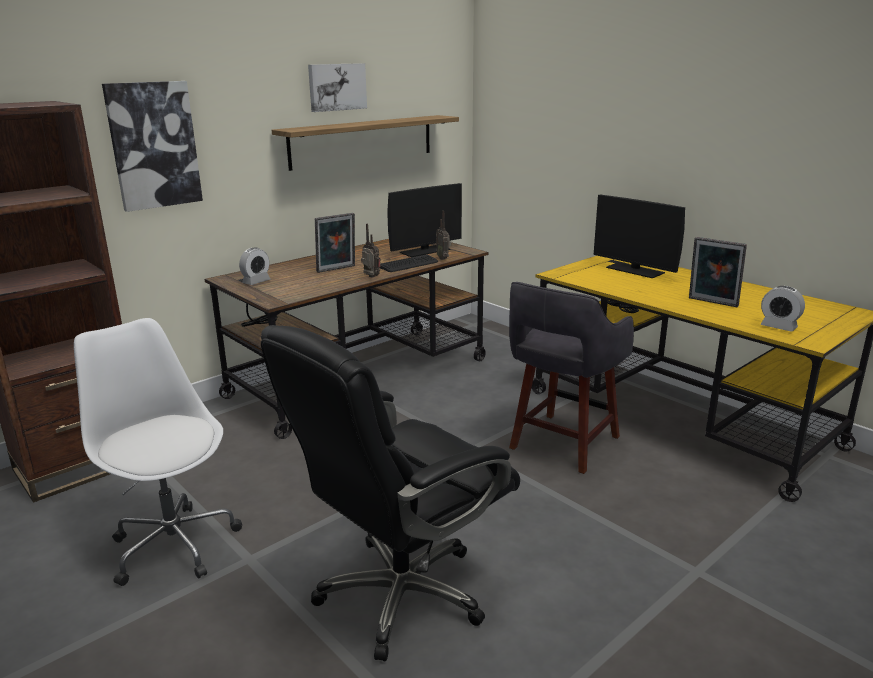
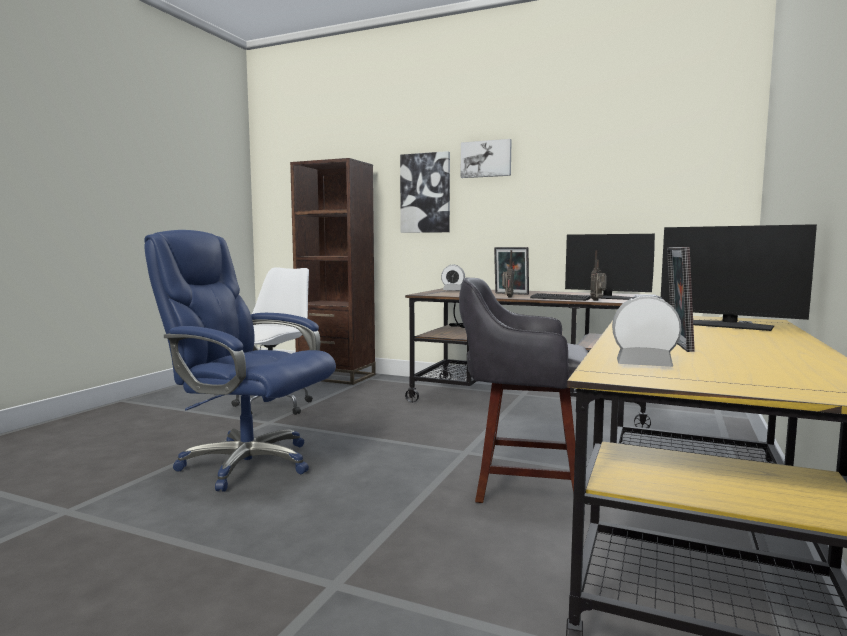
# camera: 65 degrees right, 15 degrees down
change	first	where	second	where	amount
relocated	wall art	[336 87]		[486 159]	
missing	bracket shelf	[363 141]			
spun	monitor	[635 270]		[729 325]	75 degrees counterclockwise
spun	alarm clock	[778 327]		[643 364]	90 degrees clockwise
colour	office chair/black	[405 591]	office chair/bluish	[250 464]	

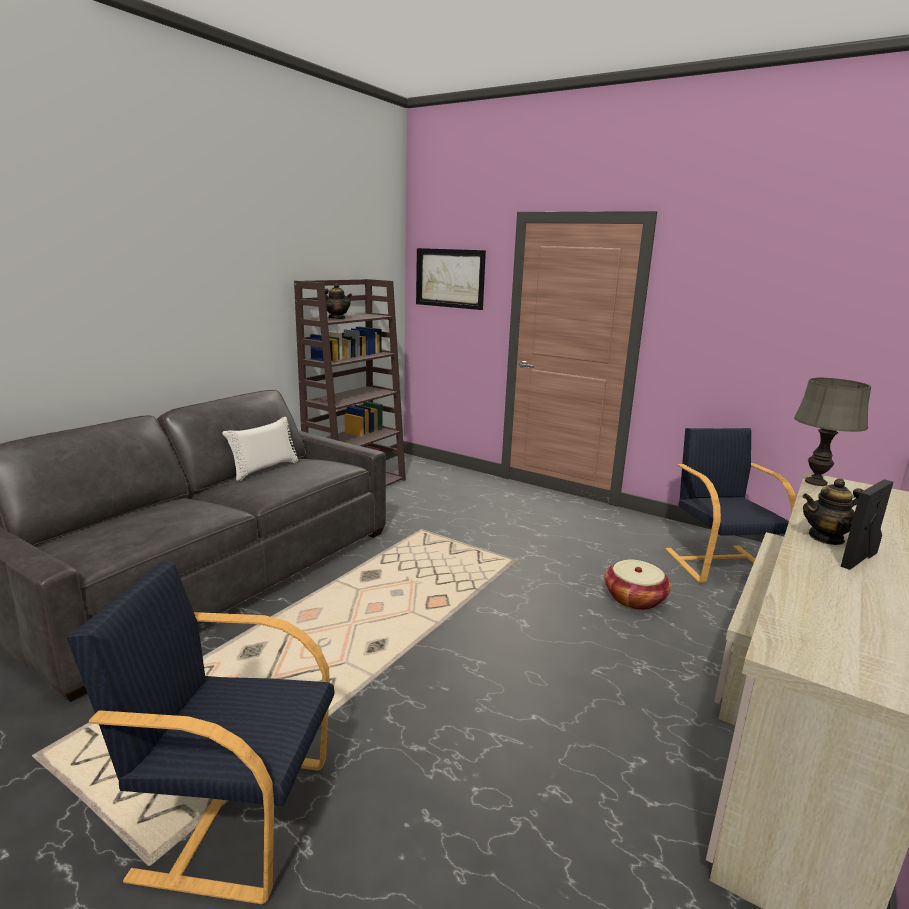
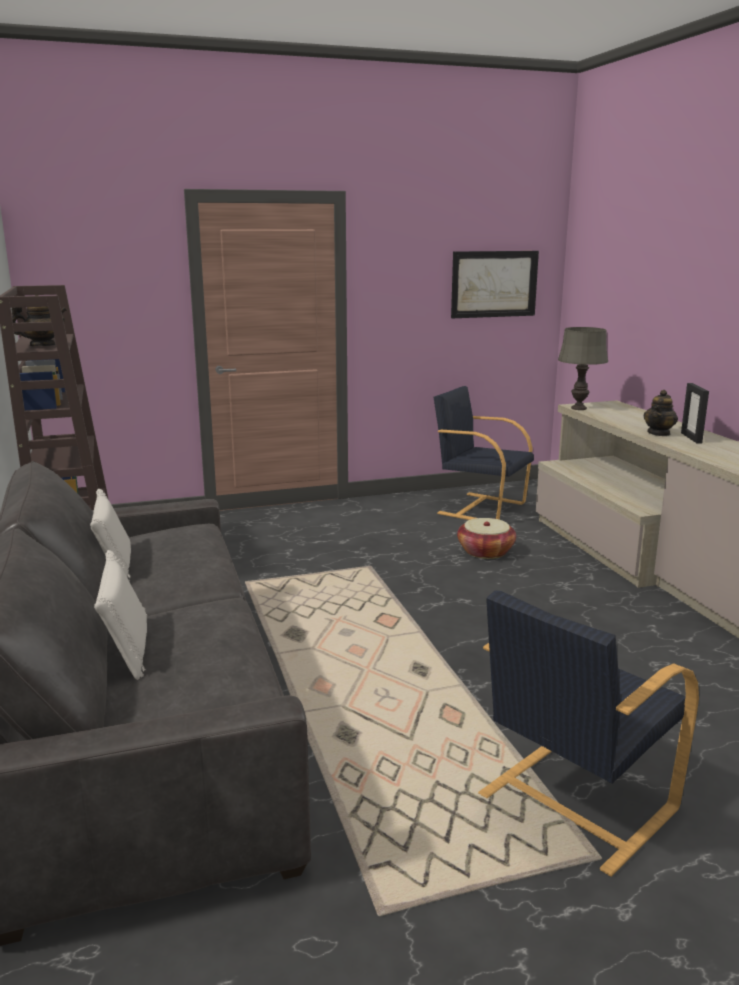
# camera: 50 degrees left, 0 degrees up
change	first	where	second	where	amount
relocated	wall art	[450 278]		[494 284]	
appeared			cushion/white-coloured	[127 648]	

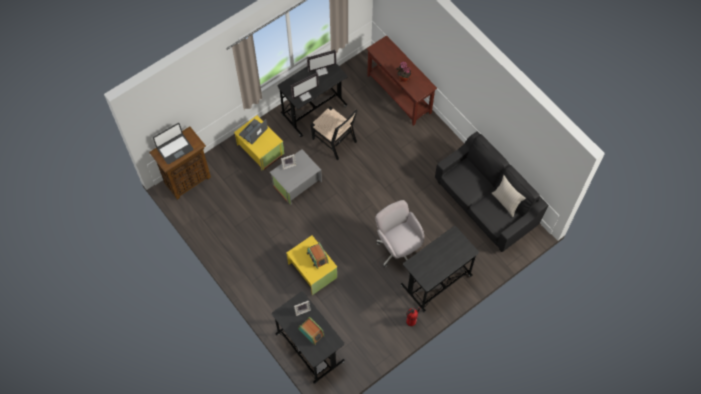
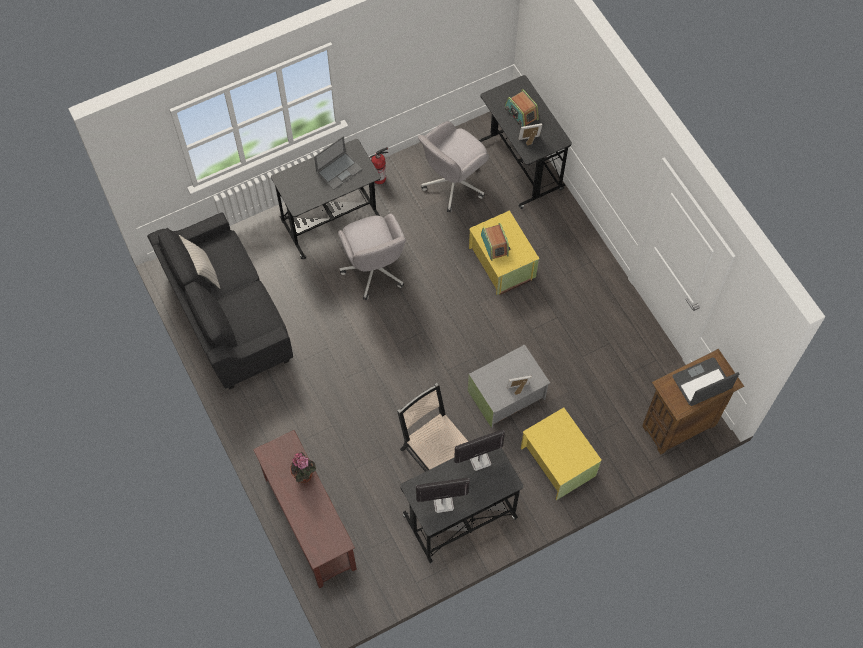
# camera: 170 degrees left, 0 degrees up
change	first	where	second	where	amount
relocated	portable computer	[253 132]		[339 170]	
appeared			office chair/grey	[453 185]	

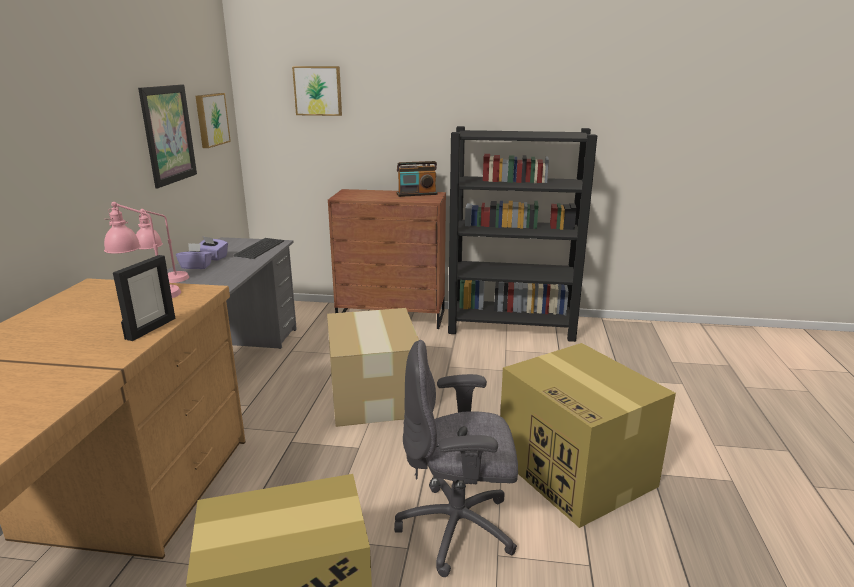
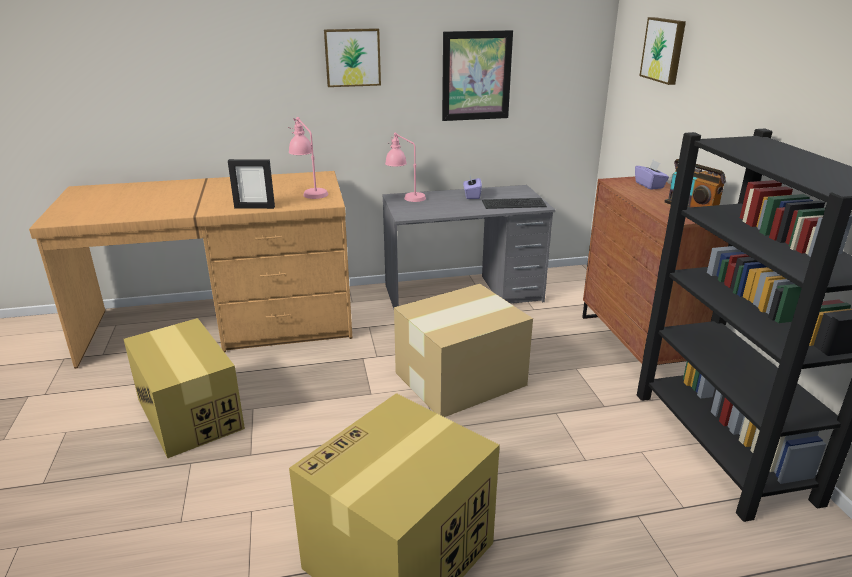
# camera: 70 degrees right, 5 degrees up
change	first	where	second	where	amount
relocated	wall art	[211 119]		[352 57]	
relocated	box of tissues/purplish	[196 266]		[649 185]	
missing	office chair/grey	[458 528]			

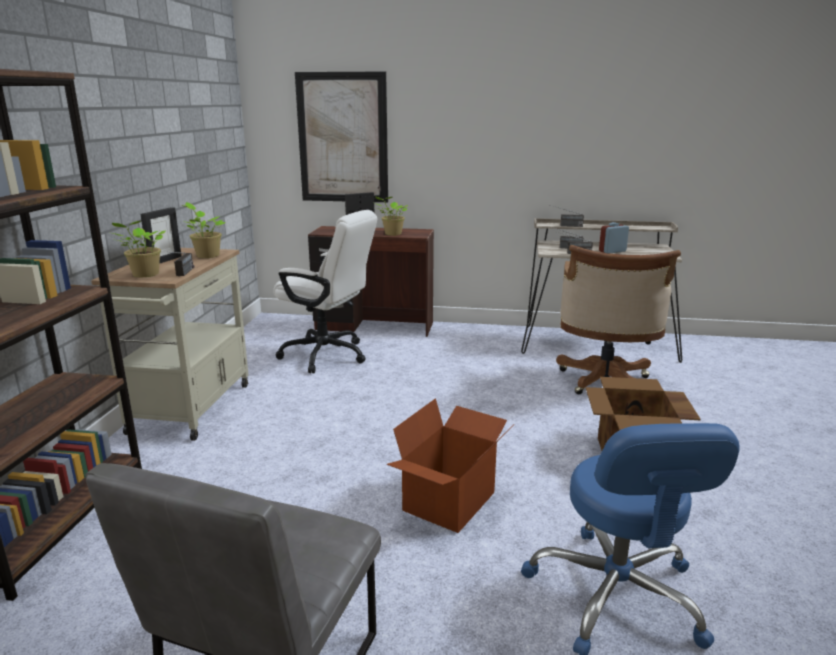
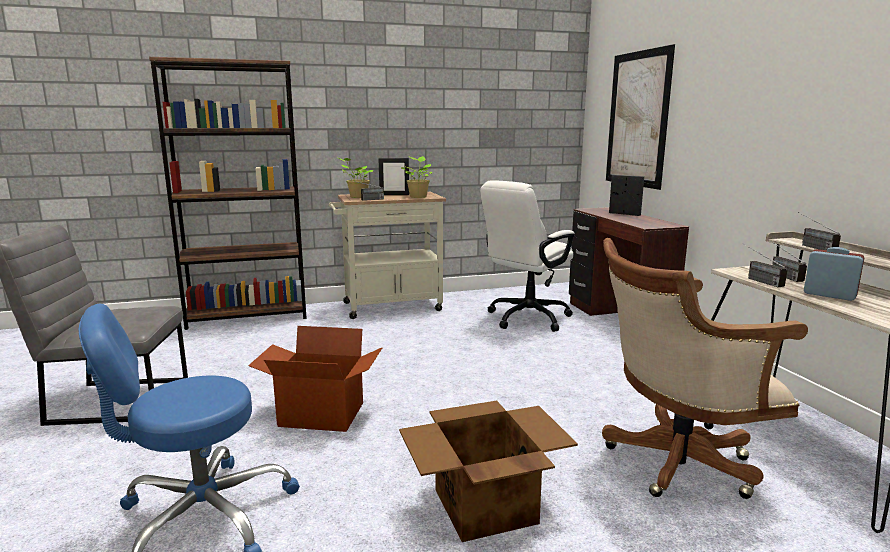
# camera: 65 degrees right, 5 degrees down
change	first	where	second	where	amount
missing	potted plant	[392 234]			
spun	office chair/white-coloured	[328 356]		[526 319]	45 degrees clockwise

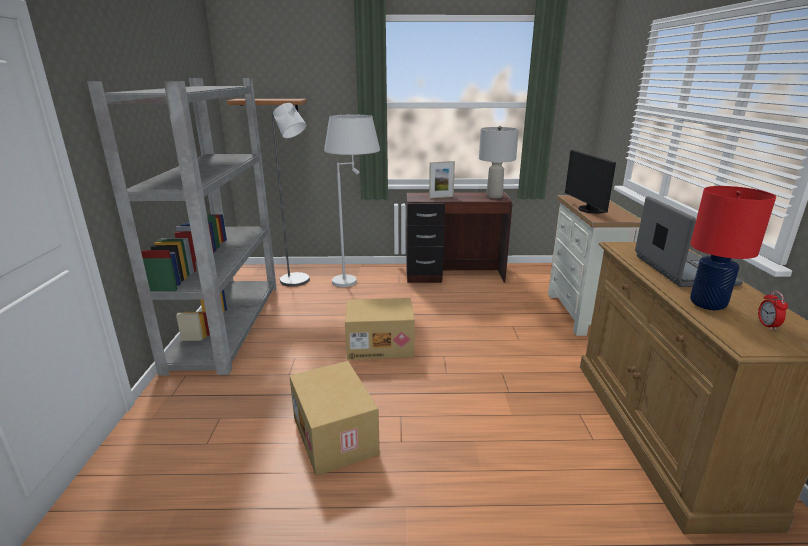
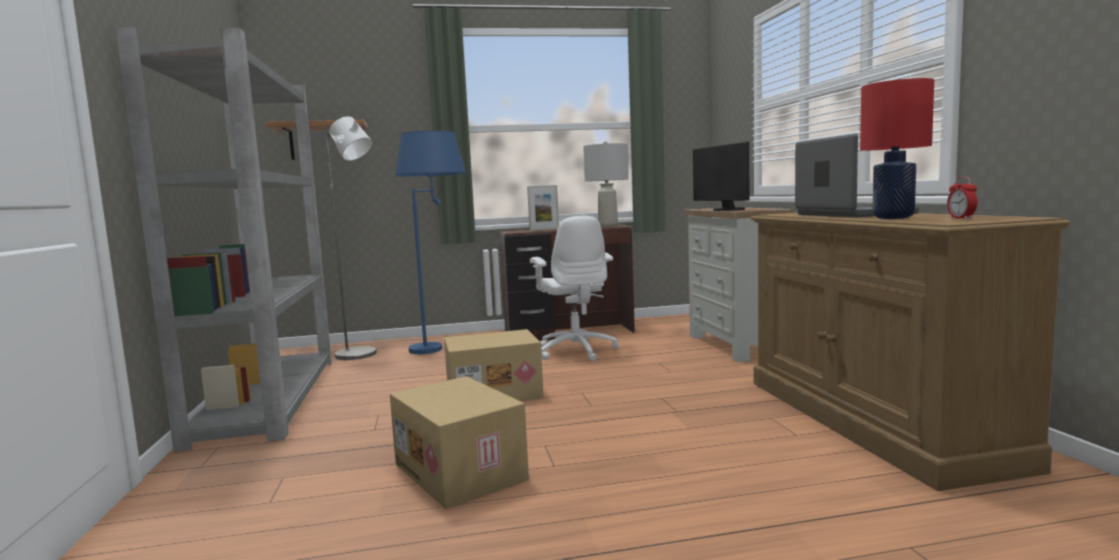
# camera: 10 degrees left, 15 degrees down
change	first	where	second	where	amount
colour	floor lamp/white-coloured	[357 280]	floor lamp/bluish	[443 347]	
appeared			office chair/white-coloured	[576 351]	

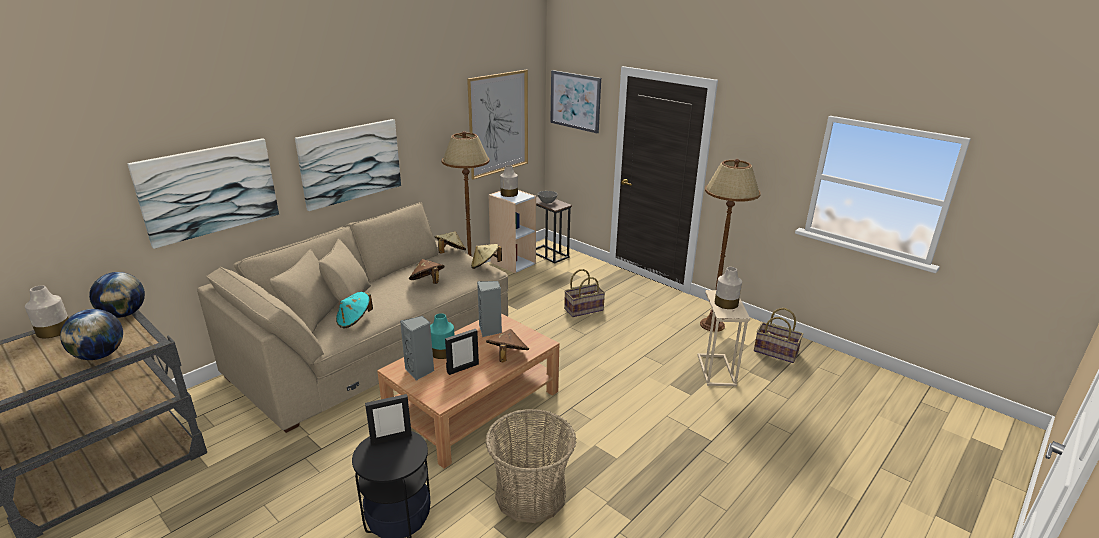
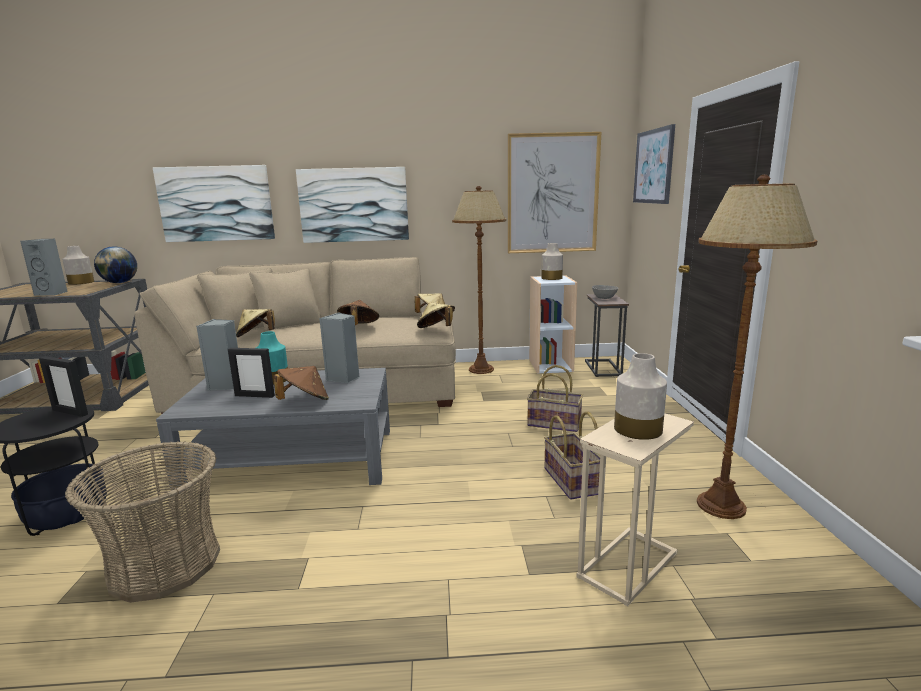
# camera: 45 degrees right, 10 degrees down
change	first	where	second	where	amount
colour	wearable hat/blue-green	[354 321]	wearable hat/beige-coloured	[256 335]	
relocated	household basket	[776 352]		[572 481]	
exchanged	globe	[100 355]	speaker/grey	[52 293]	
colour	low table/brownish	[474 405]	low table/grey	[294 459]	

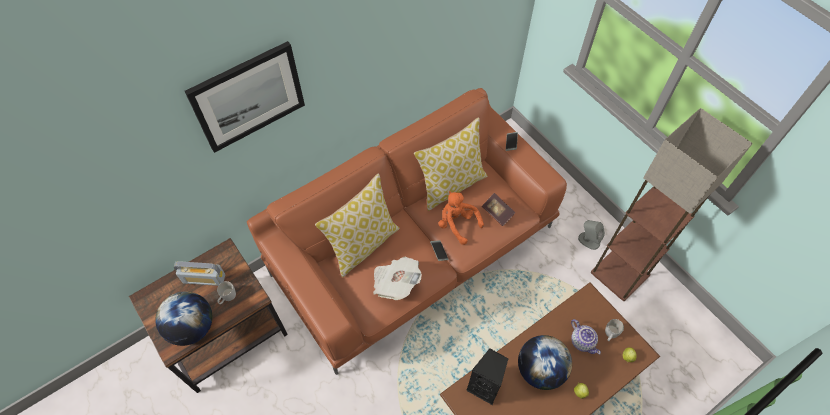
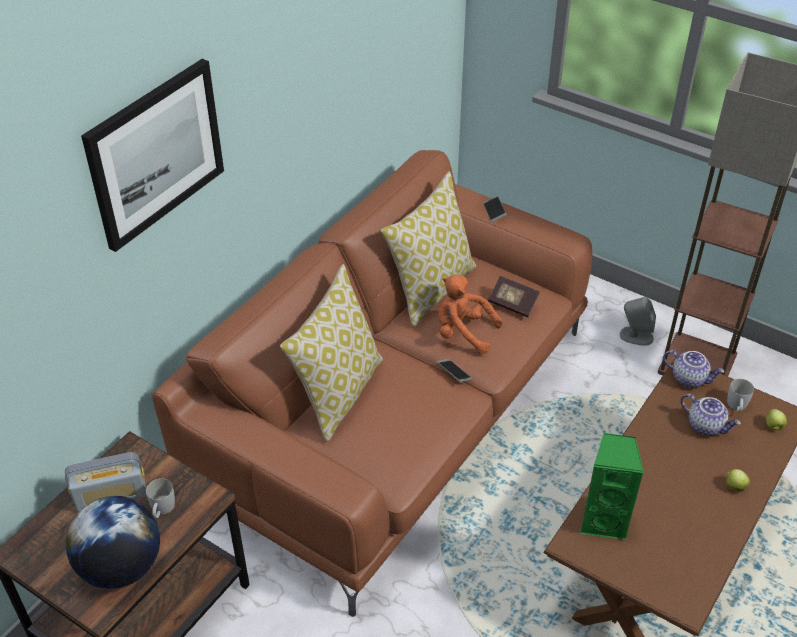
# camera: 20 degrees left, 15 degrees down
change	first	where	second	where	amount
missing	daily paper	[395 283]			
missing	globe	[540 370]			
colour	speaker/black	[485 386]	speaker/green	[604 520]	
appeared			teapot	[689 378]	

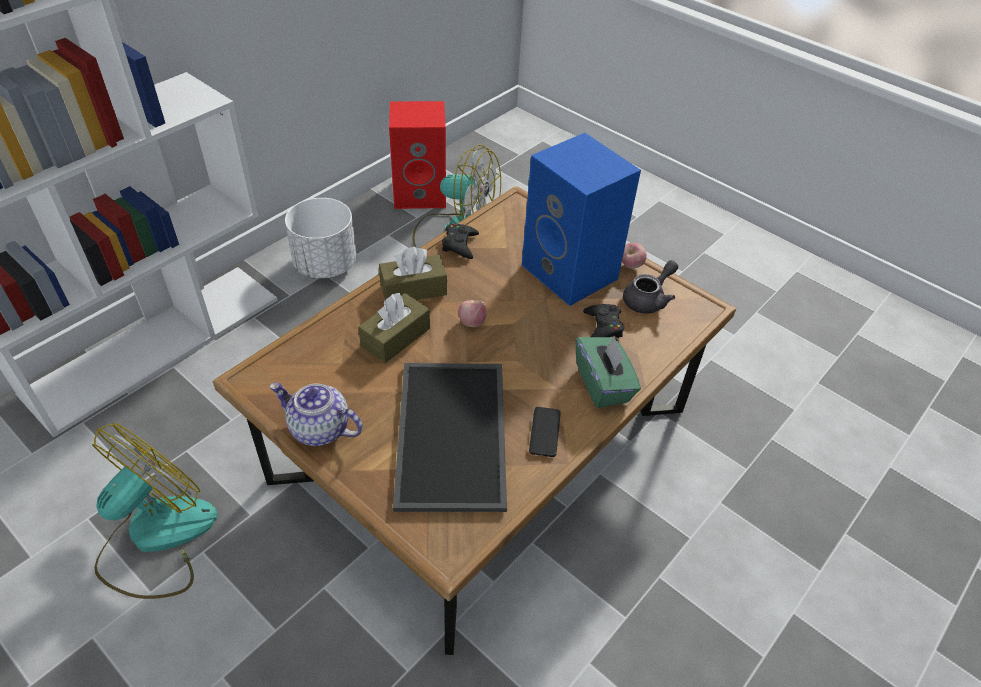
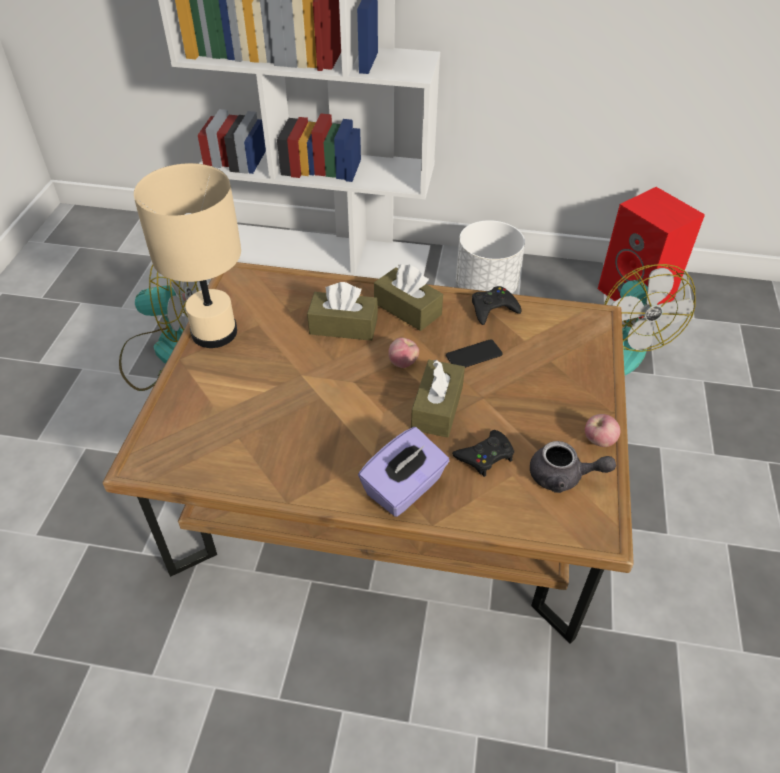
# camera: 60 degrees right, 0 degrees up
change	first	where	second	where	amount
missing	speaker/bluish	[572 272]			
colour	box of tissues/green	[603 384]	box of tissues/purplish	[404 488]	
missing	carrying tray	[454 435]			
exchanged	teapot	[319 429]	lamp for a table/beige-coloured	[213 333]	
relocated	telephone	[544 432]		[474 355]	
appeared			box of tissues/brownish	[437 408]	

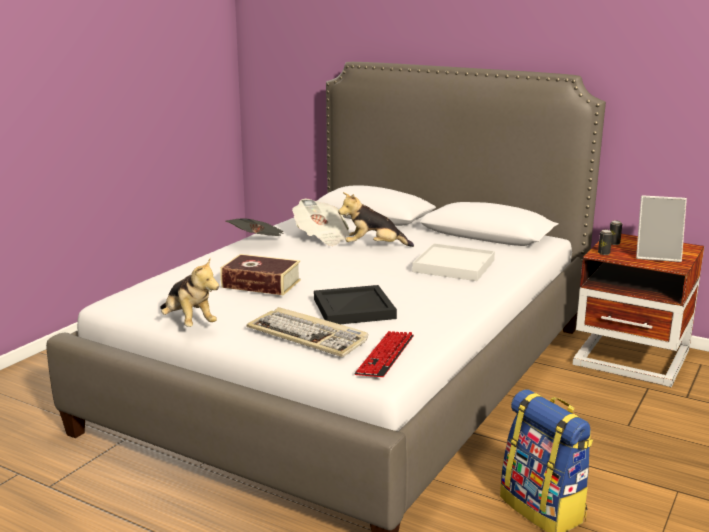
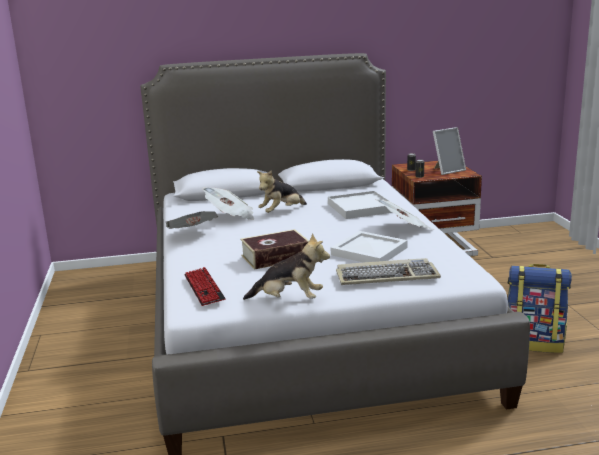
# camera: 40 degrees left, 0 degrees up
change	first	where	second	where	amount
colour	carrying tray/black	[355 309]	carrying tray/white-coloured	[370 251]	
relocated	keyboard	[385 356]		[204 288]	
appeared			daily paper	[404 229]	

